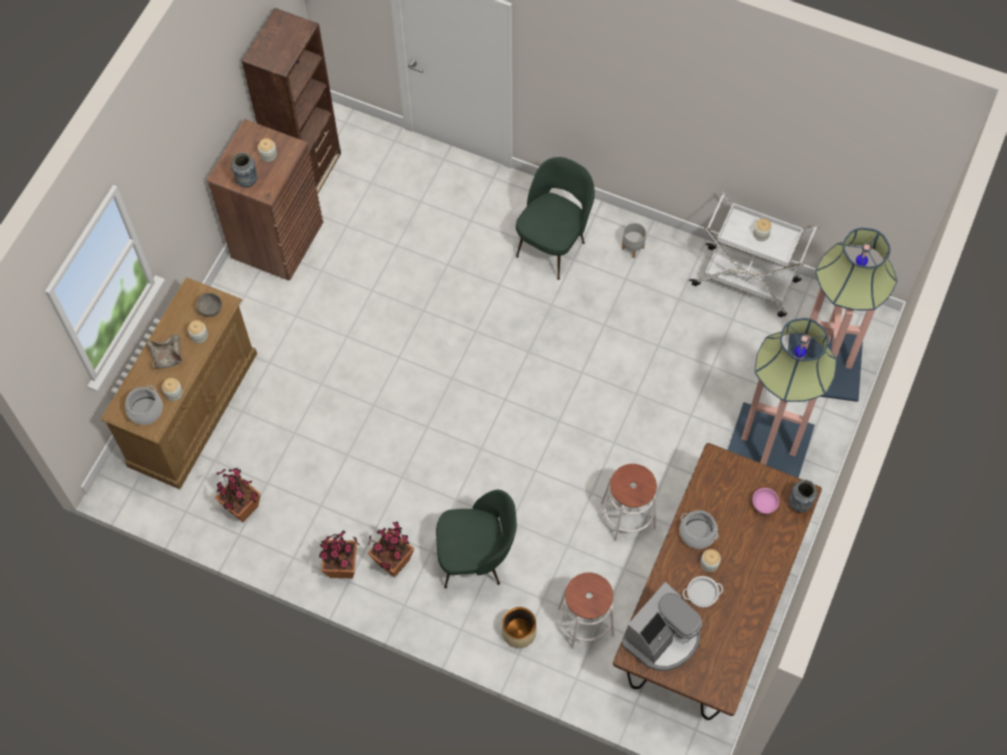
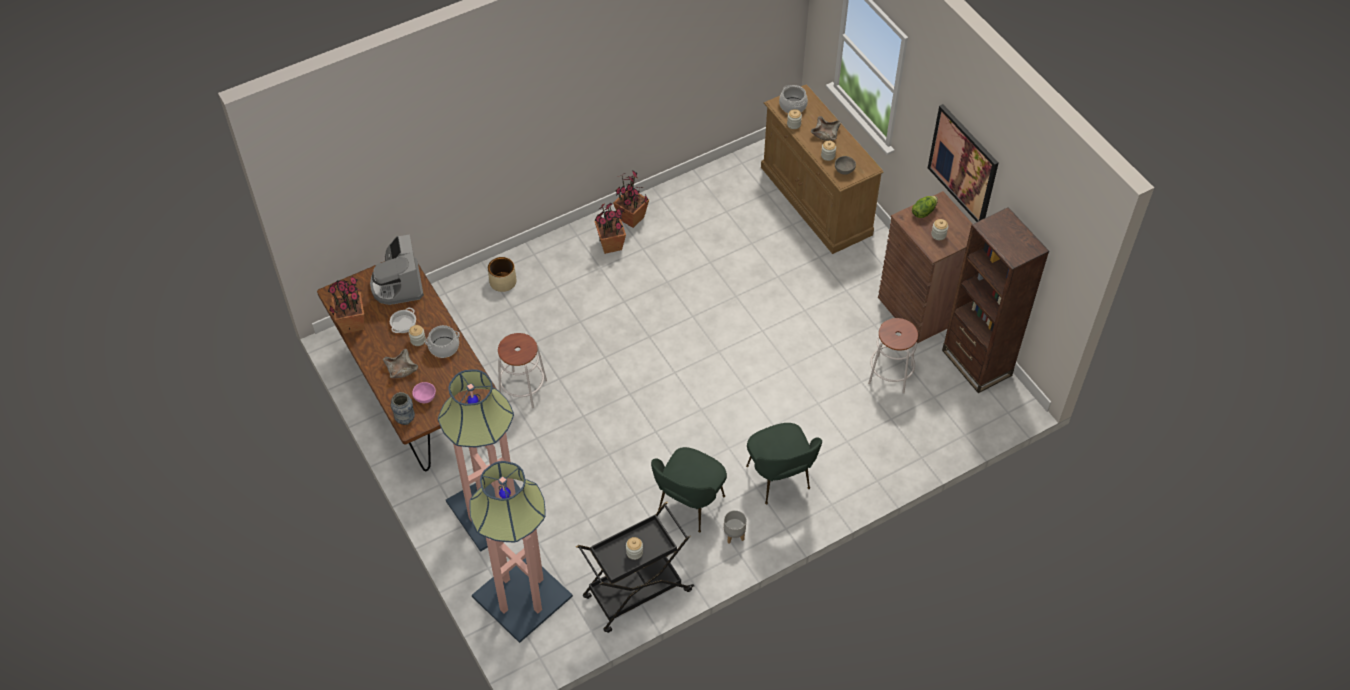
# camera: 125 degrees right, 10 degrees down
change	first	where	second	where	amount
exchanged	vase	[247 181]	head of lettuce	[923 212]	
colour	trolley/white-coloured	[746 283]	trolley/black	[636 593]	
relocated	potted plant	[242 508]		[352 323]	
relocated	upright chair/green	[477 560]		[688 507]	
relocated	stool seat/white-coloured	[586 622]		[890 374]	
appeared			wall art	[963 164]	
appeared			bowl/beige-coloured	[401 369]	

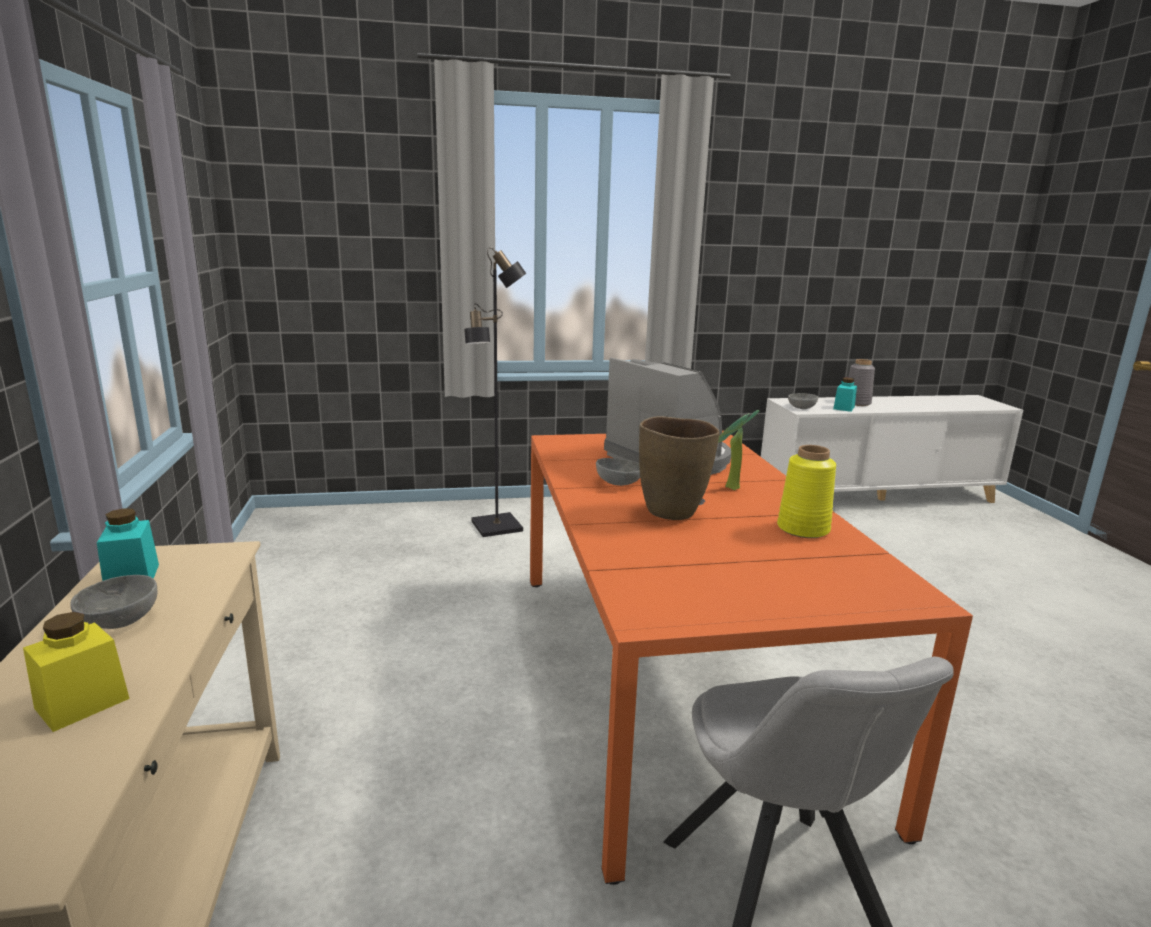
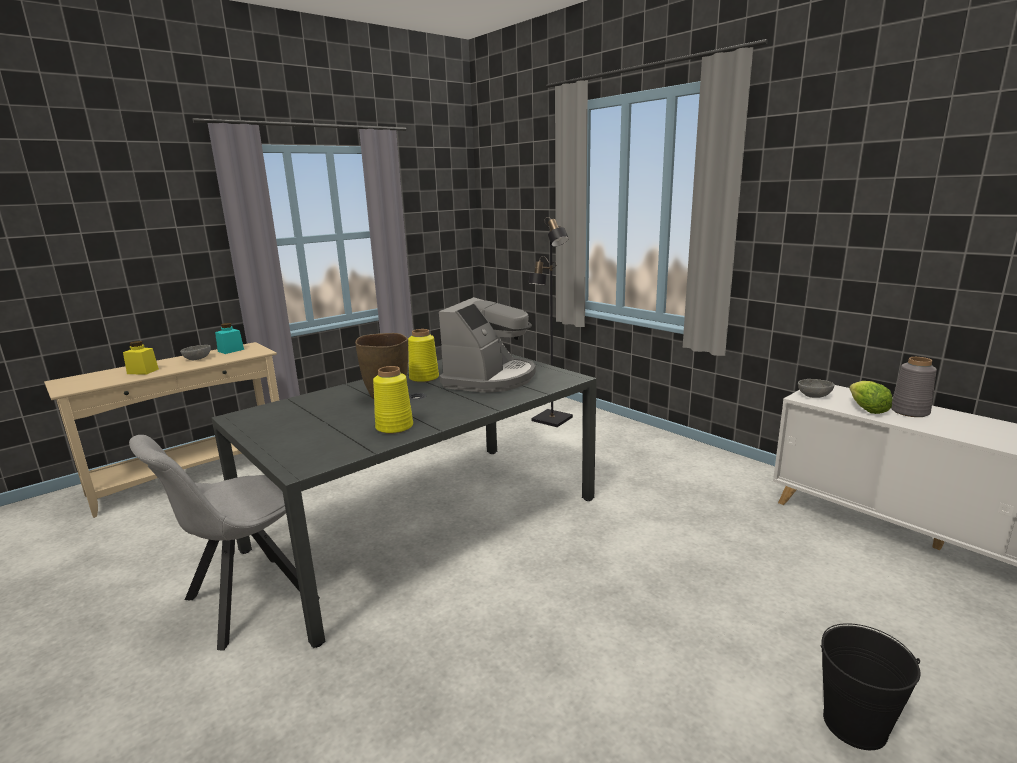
# camera: 60 degrees right, 0 degrees up
change	first	where	second	where	amount
exchanged	jar/blue-green	[844 408]	head of lettuce	[867 410]	
missing	potted plant	[729 488]			
colour	dining table/orange-coloured	[674 680]	dining table/grey	[426 523]	
exchanged	bowl/grey	[618 483]	vase/yellowish	[424 378]	
appeared			bucket/black	[855 725]	

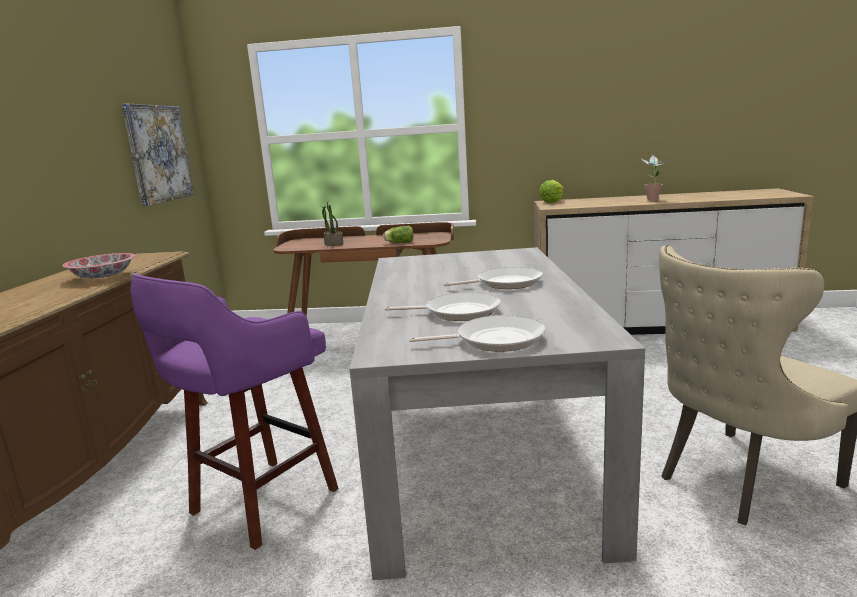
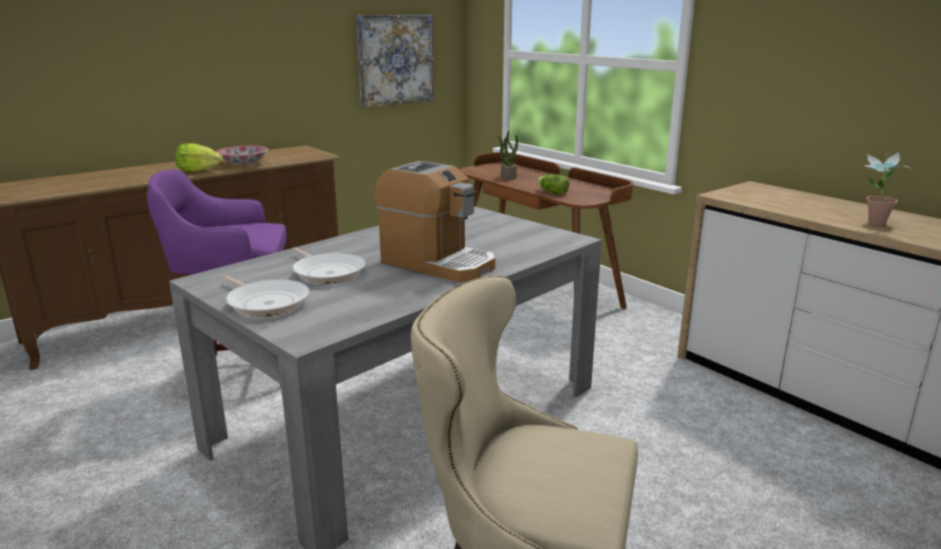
# camera: 45 degrees right, 5 degrees up
change	first	where	second	where	amount
relocated	head of lettuce	[552 202]		[198 170]	
exchanged	pan	[505 283]	coffee maker	[438 263]	

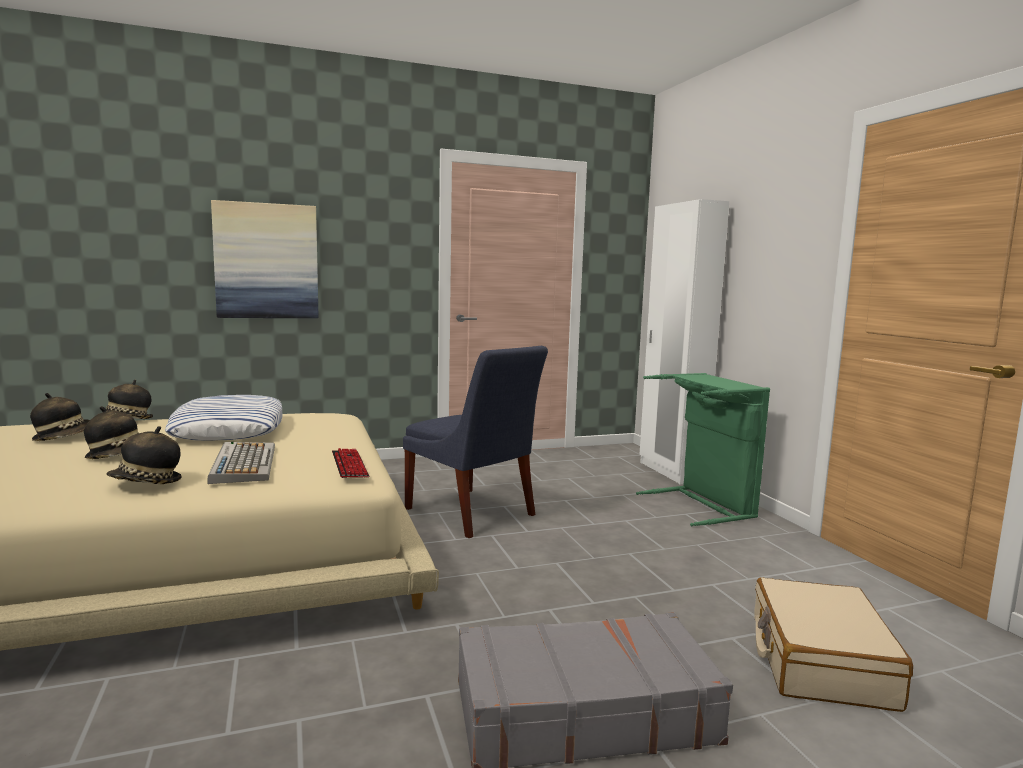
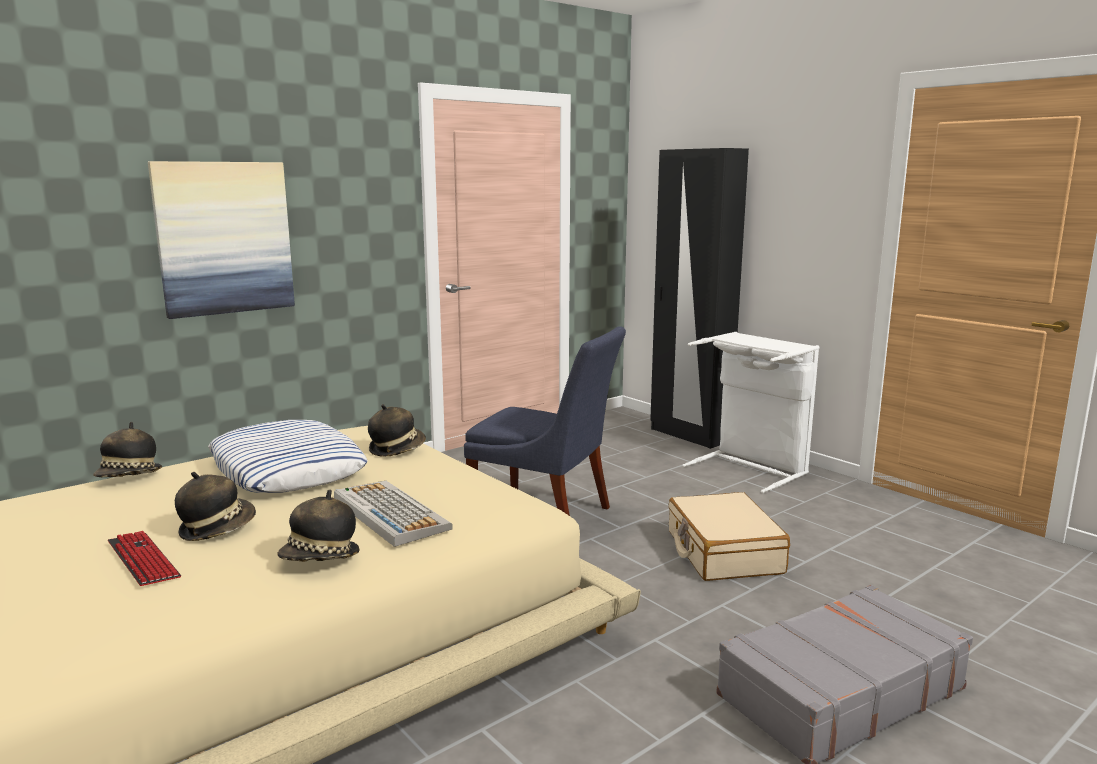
# camera: 20 degrees left, 5 degrees up
change	first	where	second	where	amount
colour	wardrobe/white-coloured	[670 472]	wardrobe/black	[689 435]	
colour	hamper/green	[704 505]	hamper/white-coloured	[751 468]	
relocated	wearable hat	[64 437]		[397 449]	
relocated	keyboard	[349 465]		[143 560]	
relocated	suitcase/beige-coloured	[819 661]		[723 552]	

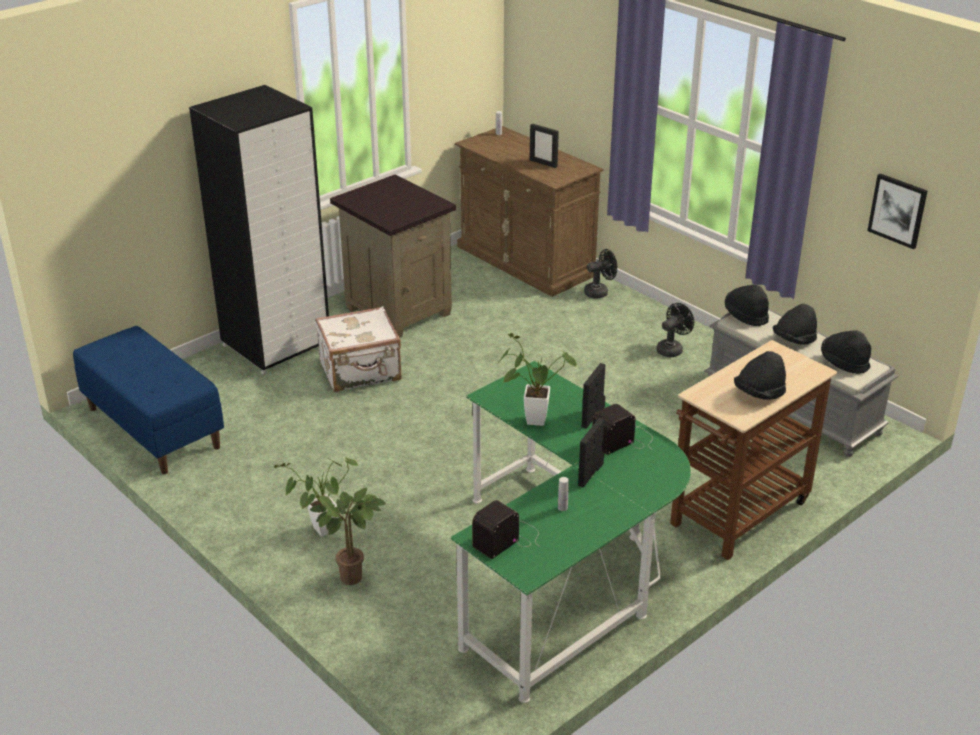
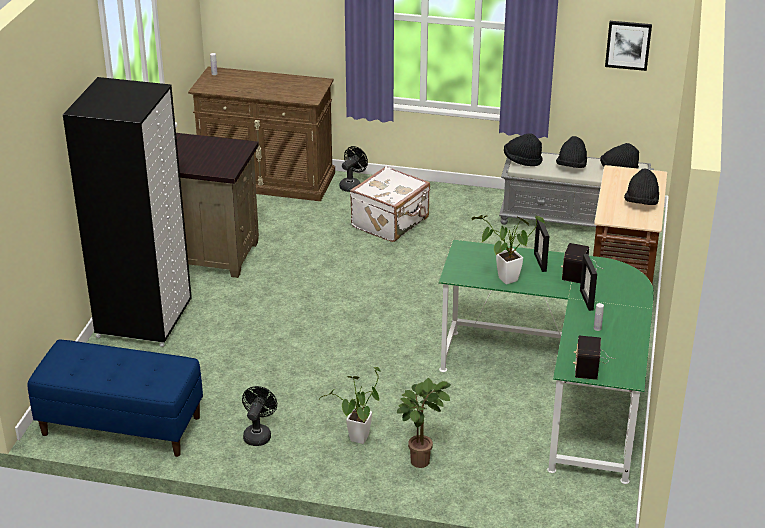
# camera: 35 degrees left, 0 degrees up
change	first	where	second	where	amount
missing	picture frame	[543 163]			
relocated	fan/black	[672 349]		[258 434]	
relocated	suitcase/white-coloured	[361 372]		[391 223]	

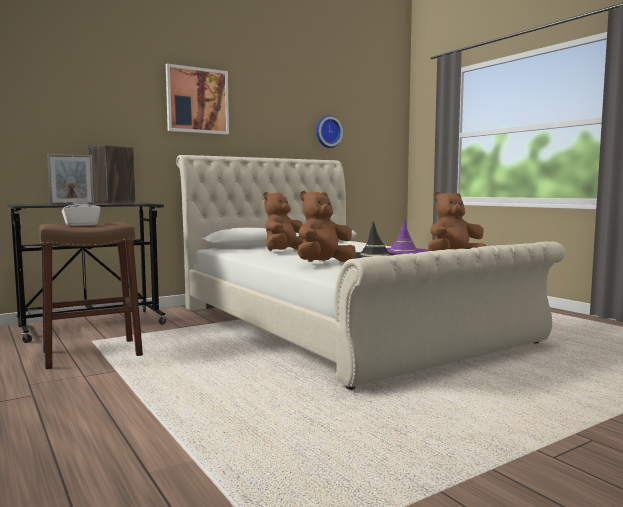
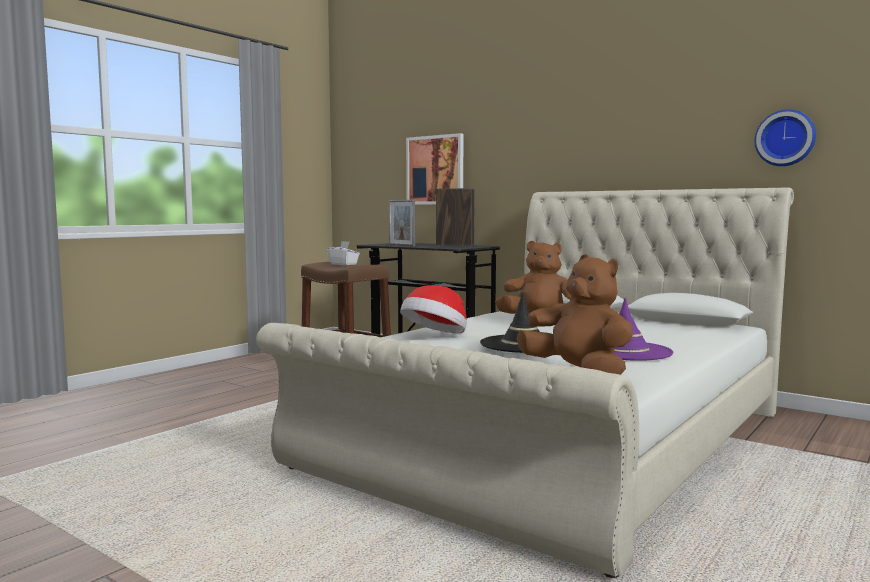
# camera: 70 degrees right, 0 degrees up
change	first	where	second	where	amount
relocated	wall art	[197 100]		[435 170]	
exchanged	cuddly toy/brownish	[323 264]	wearable hat	[435 336]	

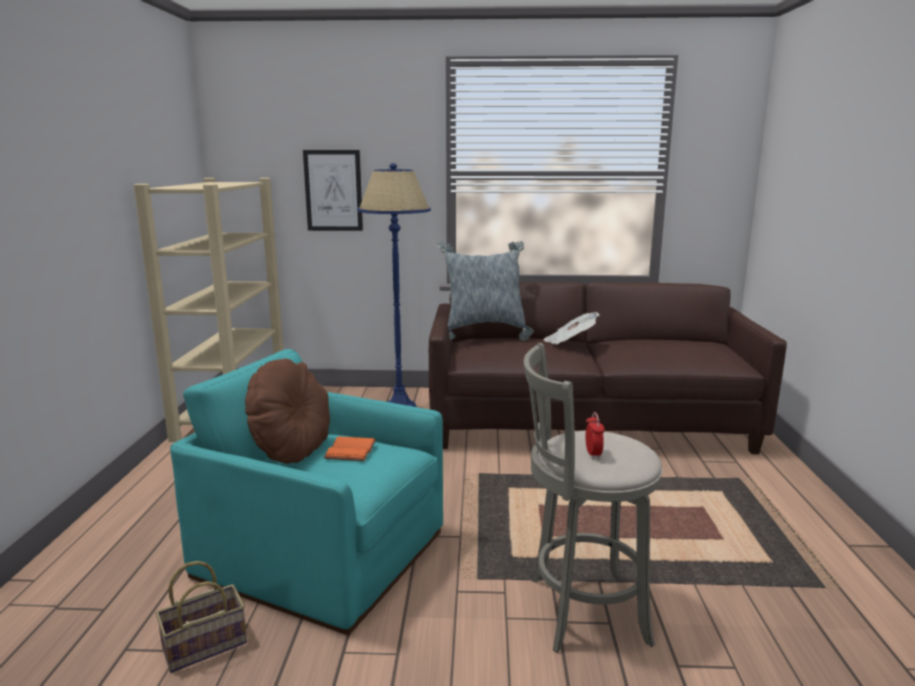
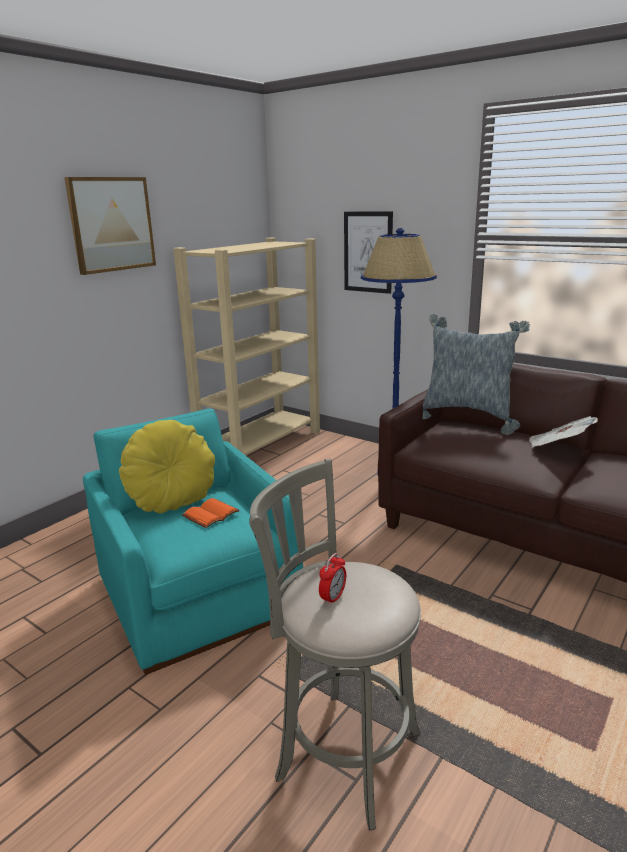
# camera: 35 degrees right, 5 degrees up
change	first	where	second	where	amount
colour	cushion/brownish	[292 453]	cushion/yellowish	[173 503]	
missing	household basket	[206 644]			
appeared			wall art	[111 224]	

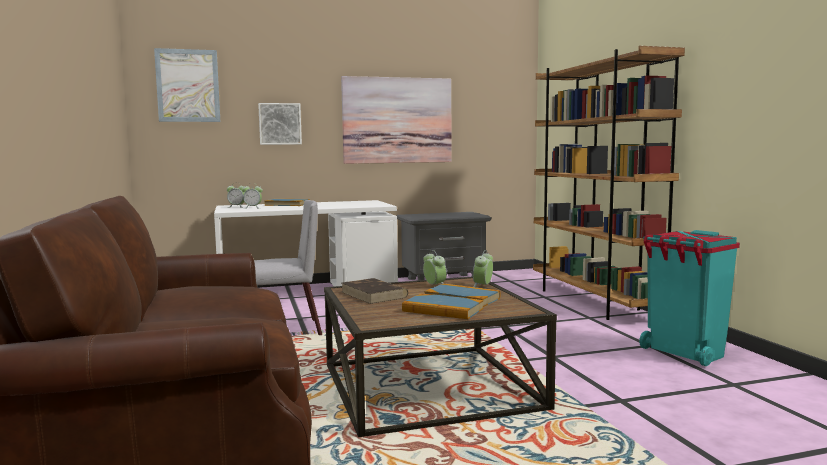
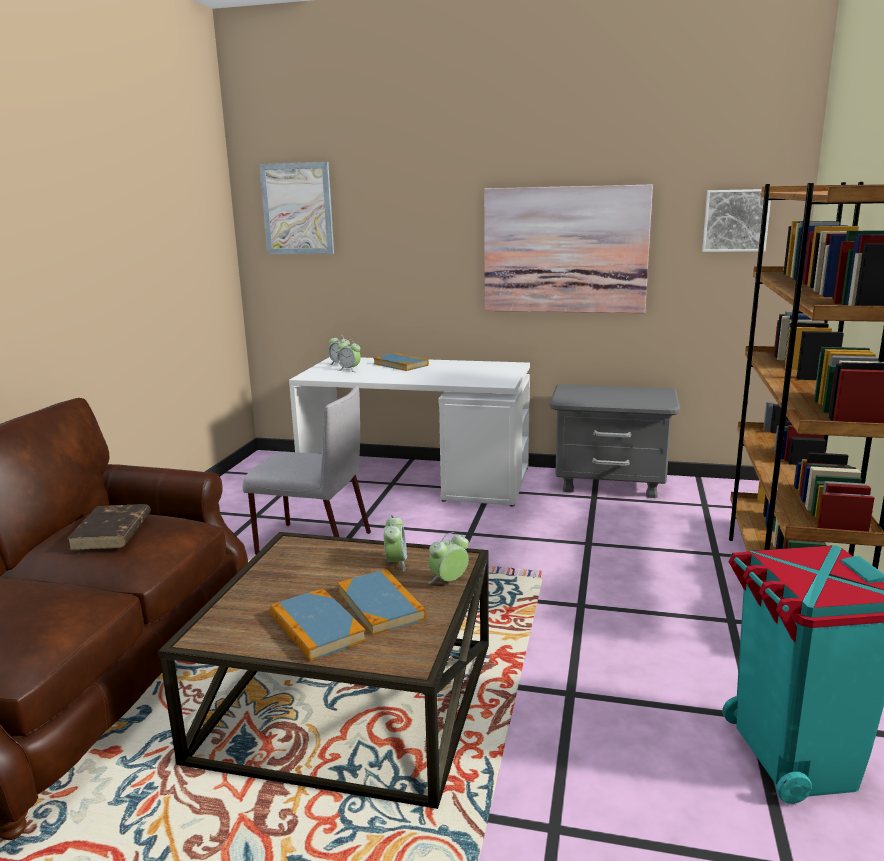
# camera: 30 degrees right, 10 degrees up
change	first	where	second	where	amount
relocated	wall art	[280 124]		[735 220]	
relocated	bound book/brownish	[374 294]		[111 531]	

